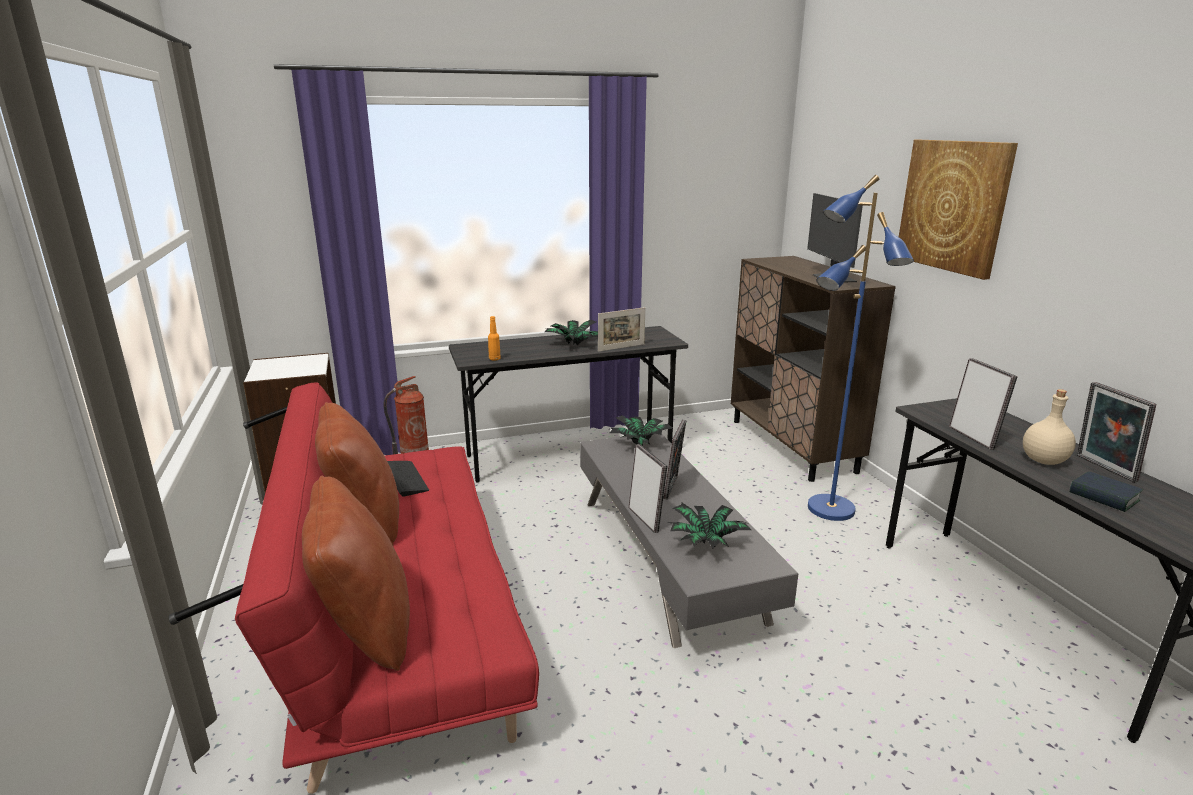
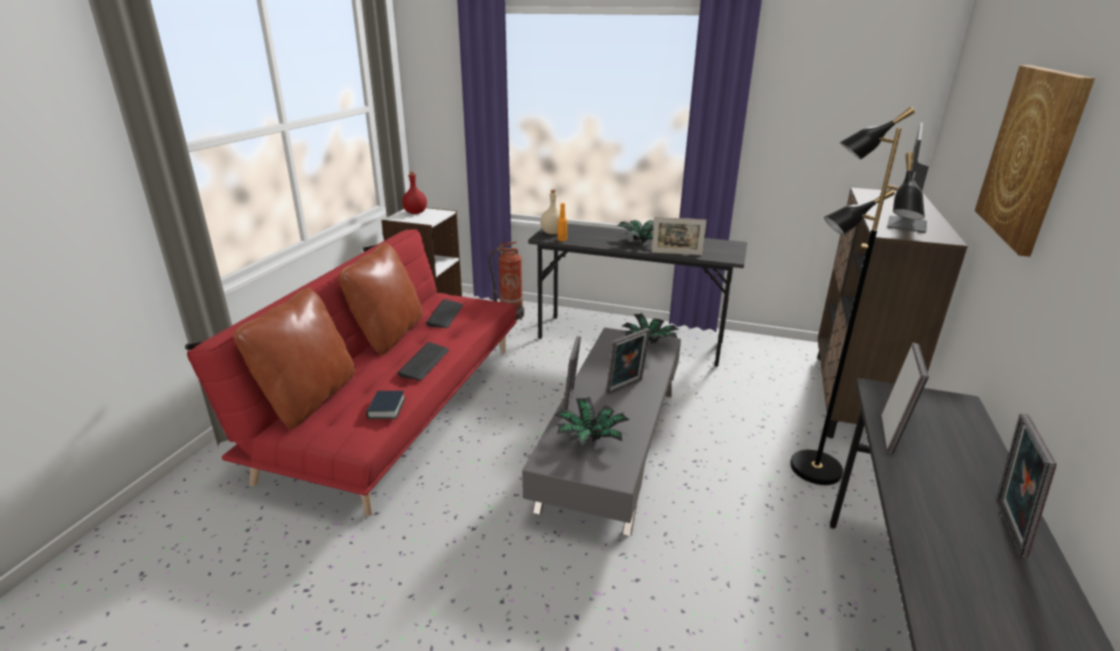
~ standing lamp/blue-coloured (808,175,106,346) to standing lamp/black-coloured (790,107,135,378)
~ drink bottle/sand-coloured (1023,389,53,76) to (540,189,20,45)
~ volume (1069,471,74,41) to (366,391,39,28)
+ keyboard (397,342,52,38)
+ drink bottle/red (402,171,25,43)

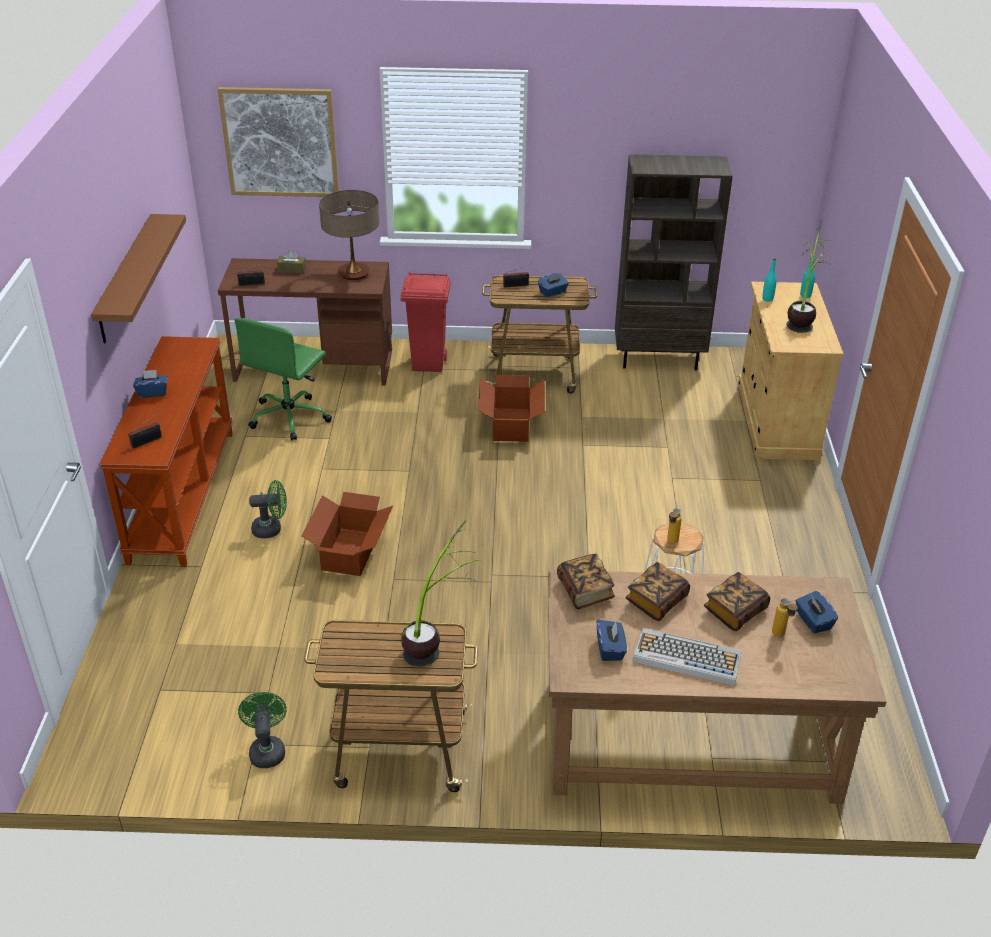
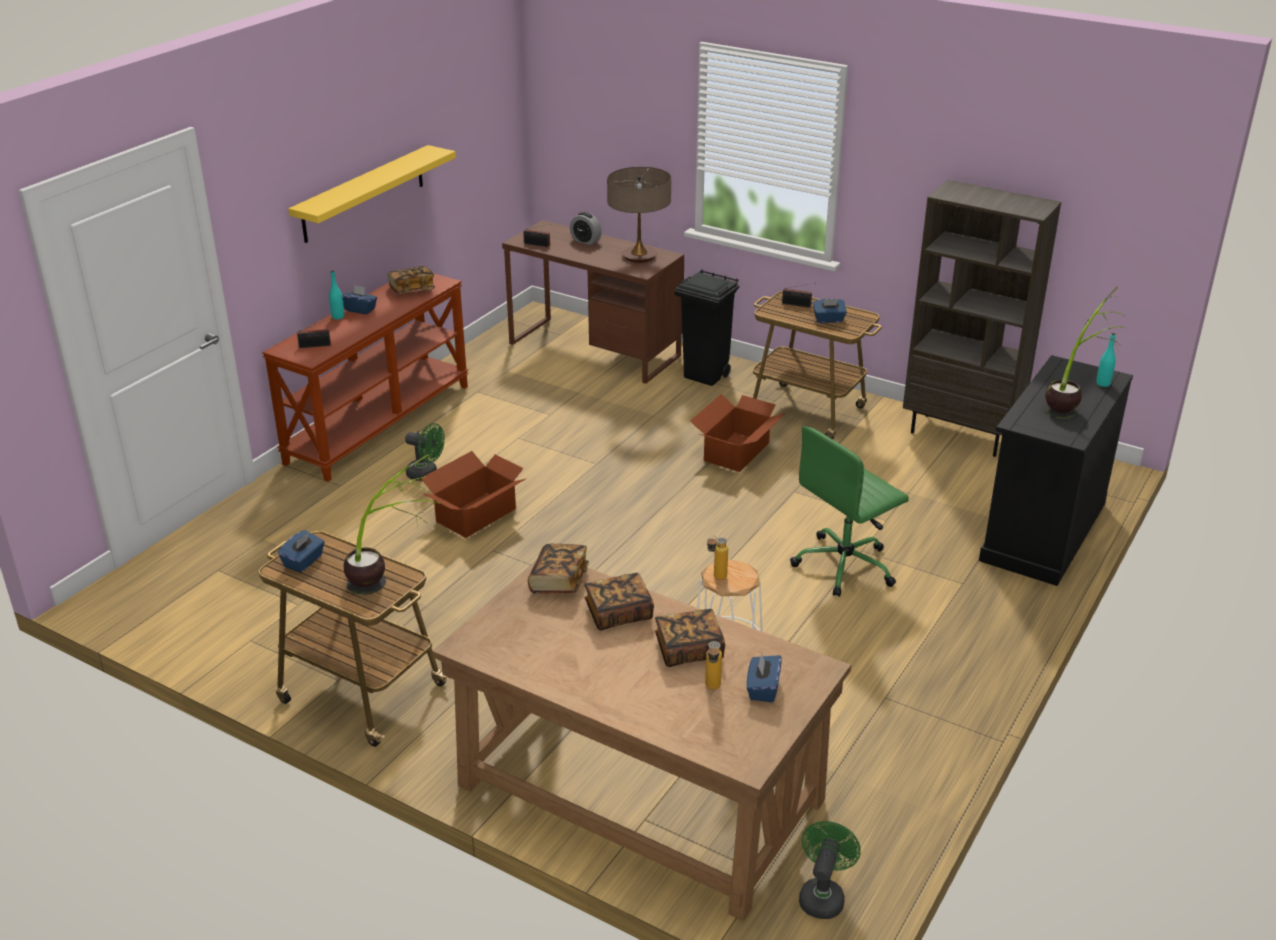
~ wall shelf/brown-coloured (91,214,95,129) to wall shelf/yellow (288,145,168,98)
- picture (218,87,121,110)
~ office chair/green-coloured (234,318,98,122) to (790,426,119,171)
~ cooling fan/green-coloured (238,692,49,76) to (799,821,62,98)
~ tissue holder/brown-coloured (277,250,29,24) to alarm clock (570,212,32,33)
~ waste bin/red (401,273,50,99) to waste bin/black-coloured (675,269,64,117)
~ tissue holder/blue-coloured (597,619,30,42) to (278,530,47,42)
- keyboard (632,628,110,58)
~ storage cabinet/sand-coloured (738,282,105,178) to storage cabinet/black-coloured (979,355,154,231)
~ drink bottle/blue-green (762,258,15,44) to (329,270,15,49)
+ volume (388,266,47,27)

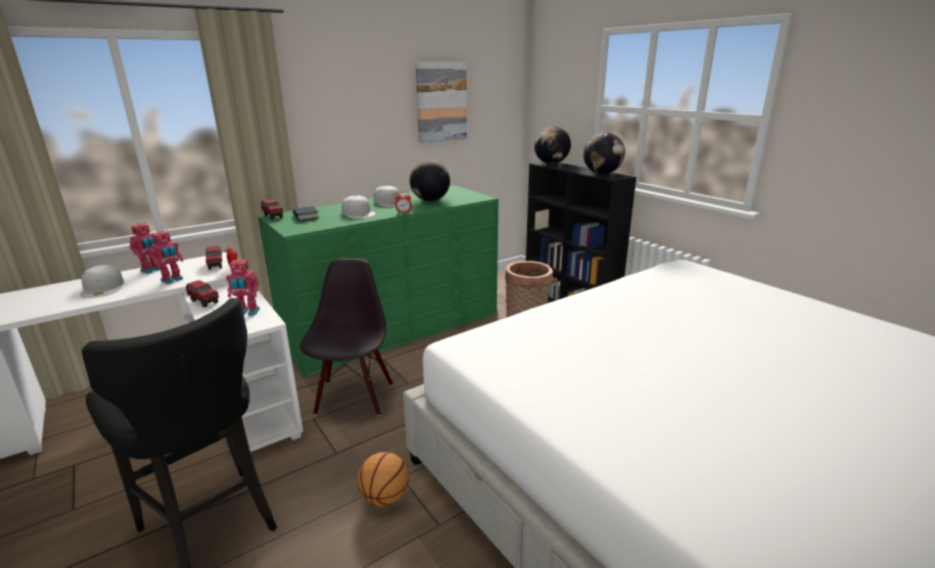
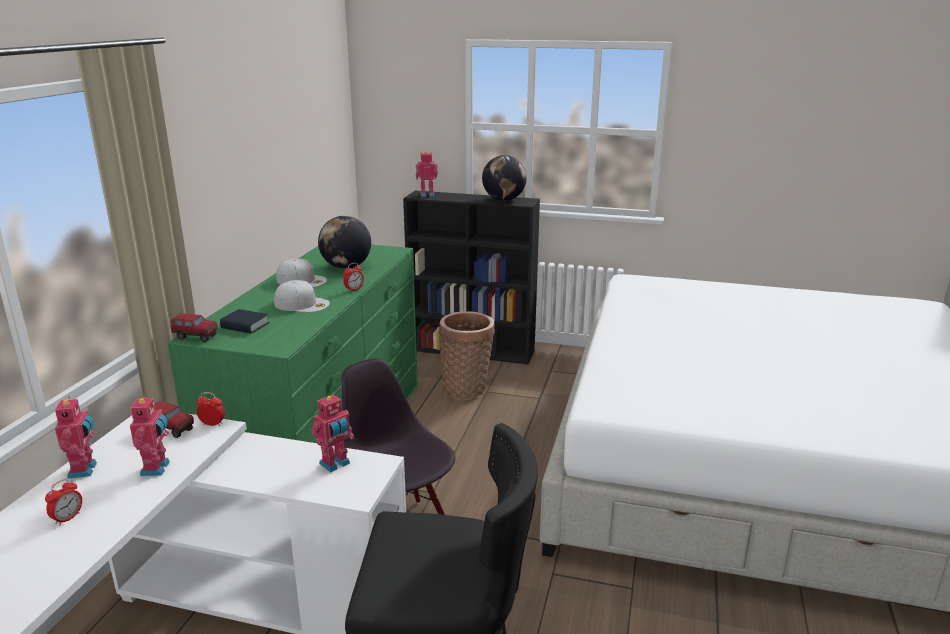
~ cap/white-coloured (80,265,44,33) to alarm clock (45,479,37,47)
- model truck (186,280,33,27)
- ball for basketball (357,452,52,55)
- picture (416,61,51,82)
~ globe (534,126,37,38) to robot figure (416,151,22,46)

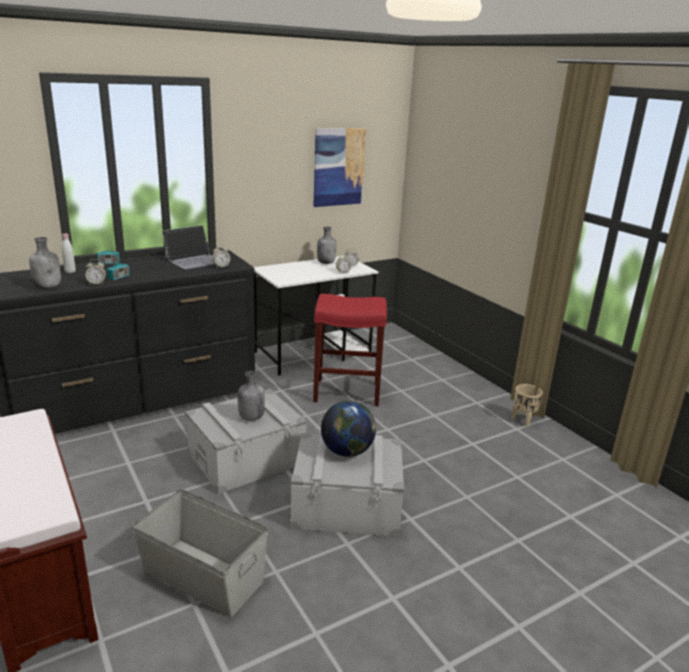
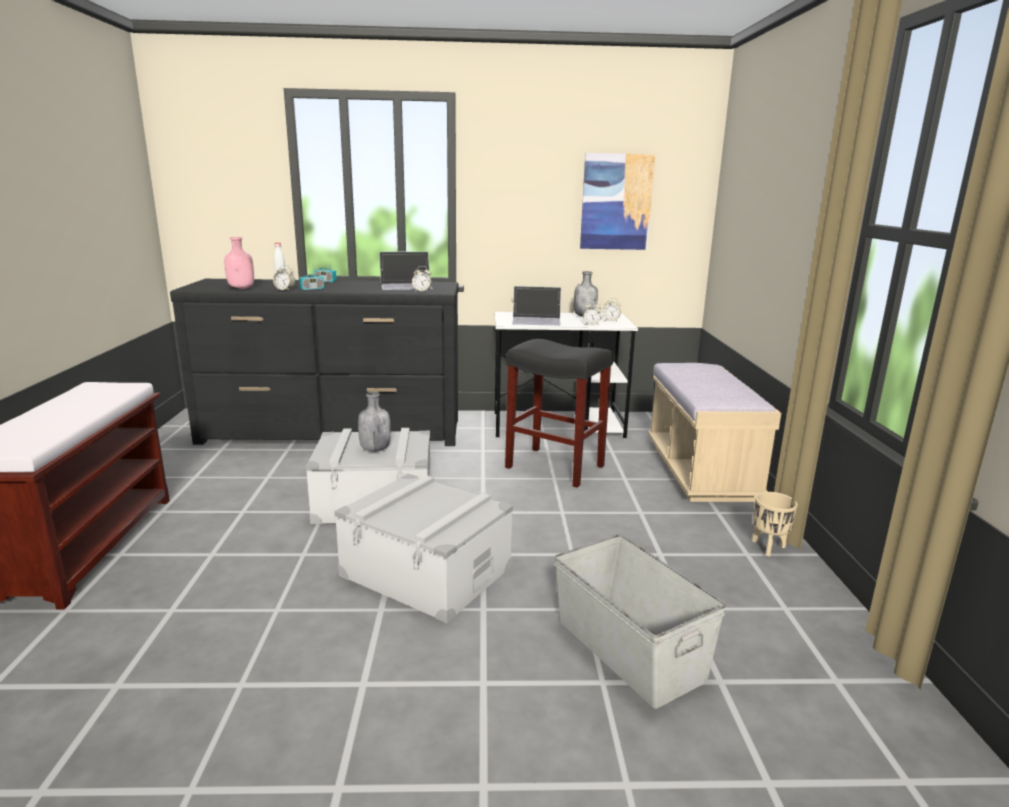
~ drink bottle/greyish (29,237,32,52) to drink bottle/pink (224,237,30,52)
~ storage bin/greyish (132,489,136,128) to (555,534,171,175)
~ stool seat/red (313,294,74,112) to stool seat/black-coloured (505,339,109,149)
- globe (321,401,55,56)
+ portable computer (512,286,49,40)
+ bench/sand-coloured (648,363,133,139)

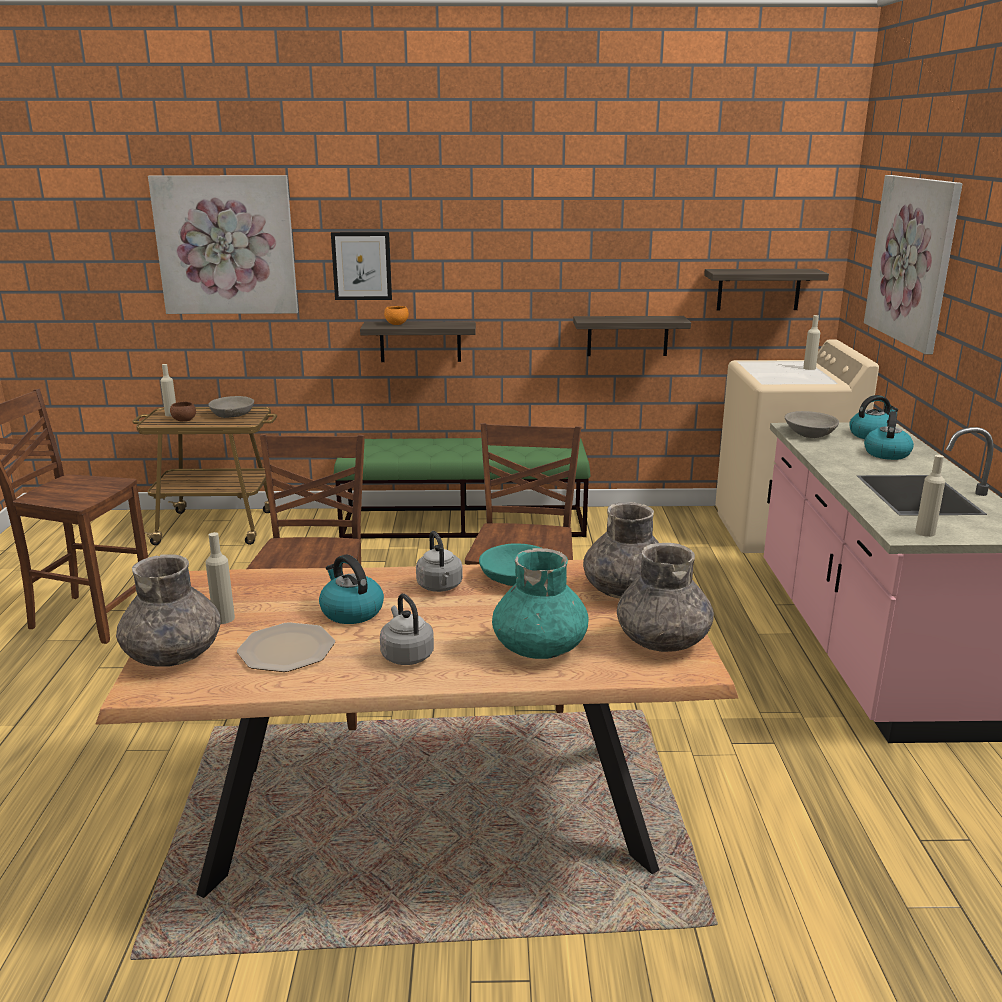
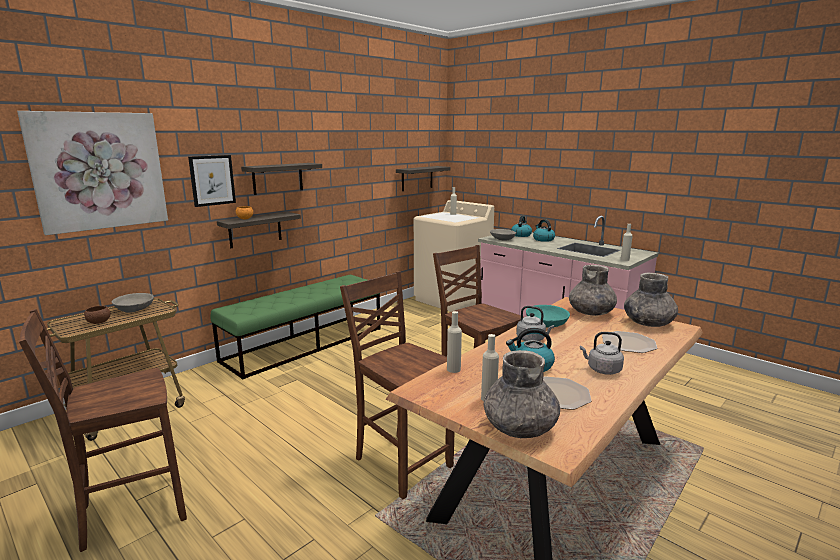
~ drink bottle/sand-coloured (160,364,16,53) to (447,311,15,62)
~ decorative vase/blue-green (492,548,97,111) to plate (602,331,55,22)
~ wall shelf (573,316,118,40) to (241,163,81,32)
- picture (864,175,99,179)

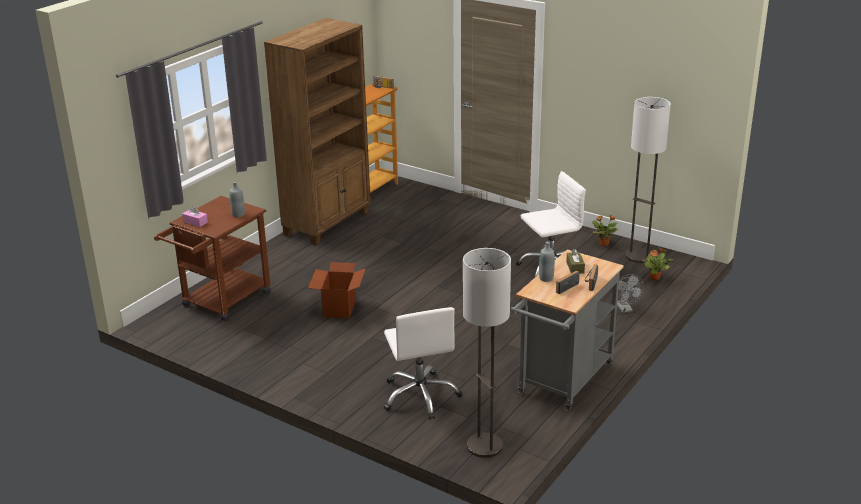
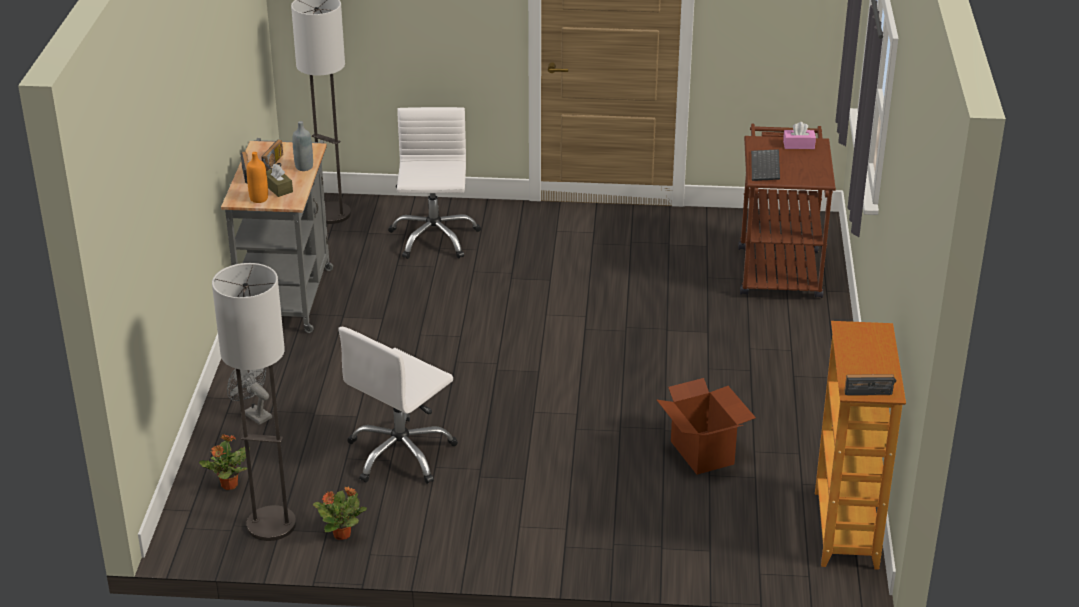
~ drink bottle/greyish (230,182,15,35) to keyboard (751,149,29,32)
- bookcase/brown-coloured (264,18,107,228)
~ packing box (308,262,58,57) to (656,378,100,97)
~ office chair/white-coloured (384,307,78,113) = (388,107,93,152) 45 degrees clockwise
+ drink bottle/orange-coloured (247,152,21,51)

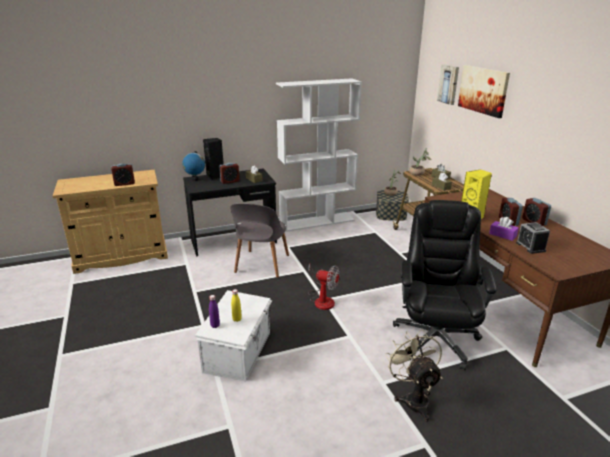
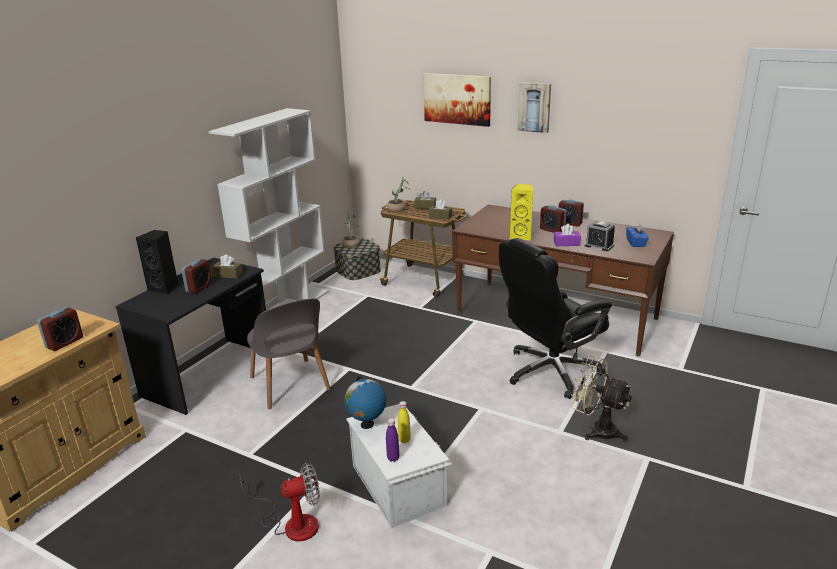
~ globe (182,151,23,30) to (345,376,41,53)
~ cooling fan (308,264,32,46) to (239,462,81,79)
~ office chair/black-coloured (393,200,104,170) = (499,238,113,161) 90 degrees counterclockwise
~ picture (437,65,22,40) to (518,82,33,51)
+ tissue holder/blue-coloured (626,224,23,23)

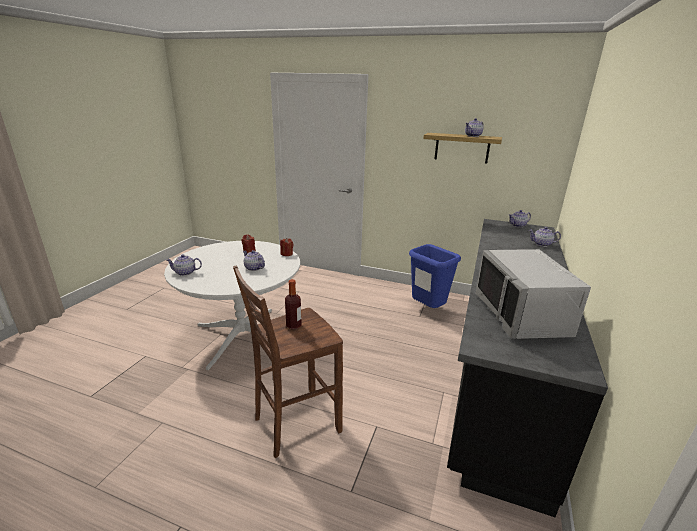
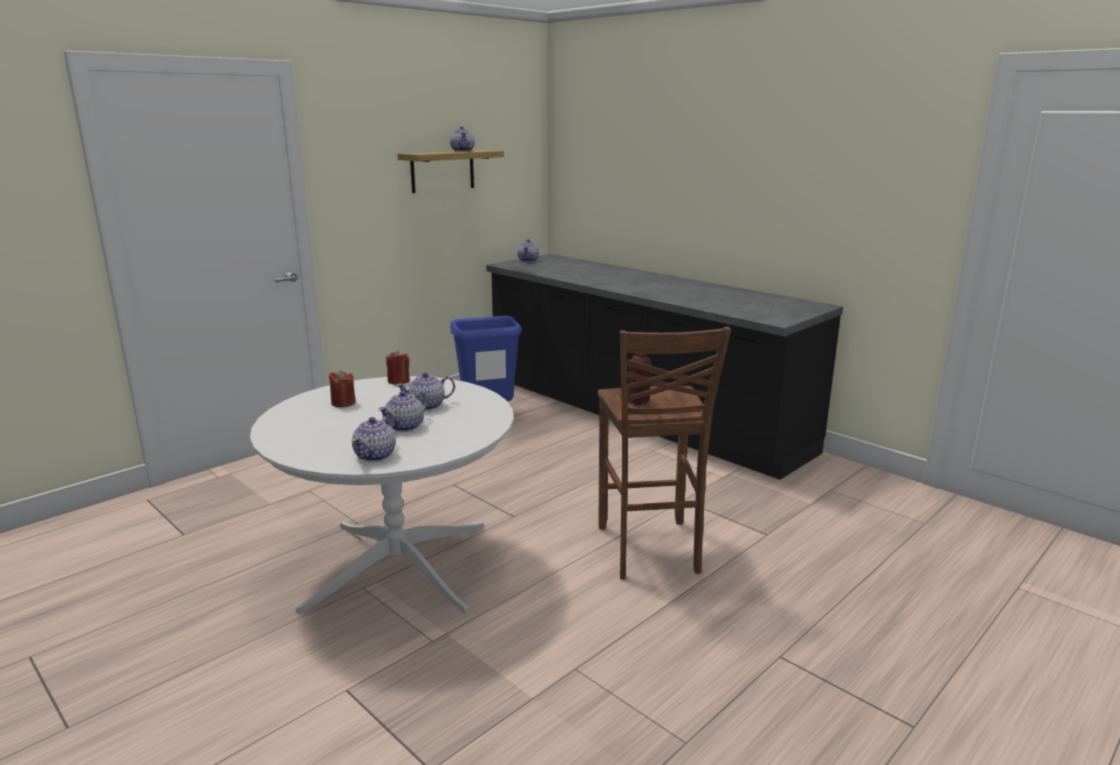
- microwave/greyish (476,249,115,90)
~ tea pot (529,227,32,20) to (378,391,49,41)

